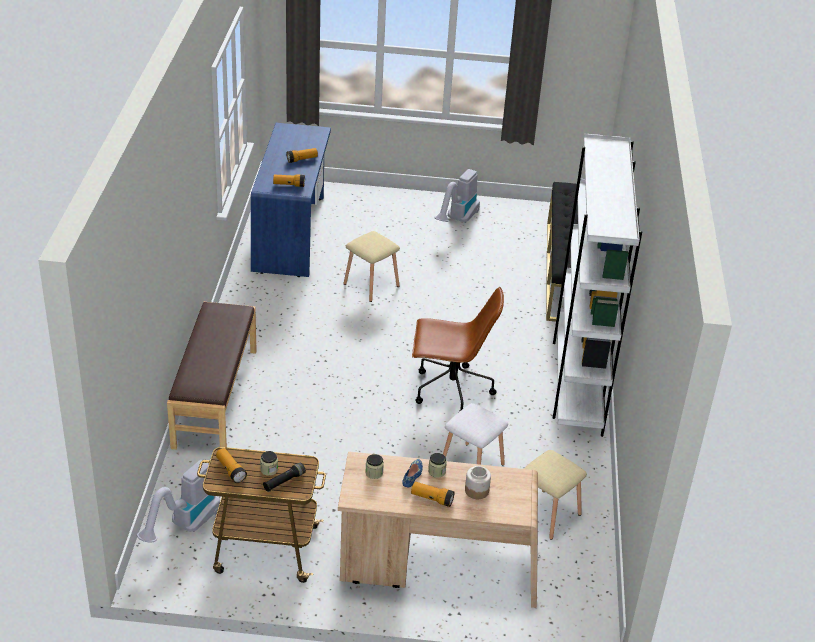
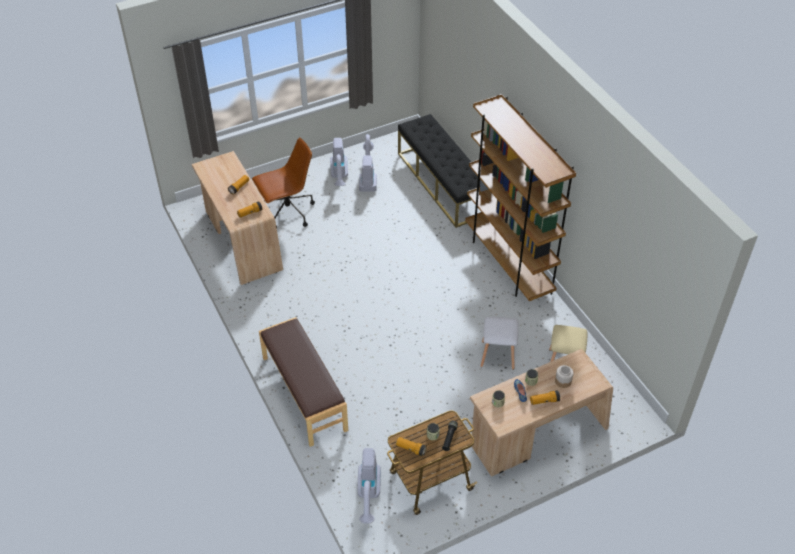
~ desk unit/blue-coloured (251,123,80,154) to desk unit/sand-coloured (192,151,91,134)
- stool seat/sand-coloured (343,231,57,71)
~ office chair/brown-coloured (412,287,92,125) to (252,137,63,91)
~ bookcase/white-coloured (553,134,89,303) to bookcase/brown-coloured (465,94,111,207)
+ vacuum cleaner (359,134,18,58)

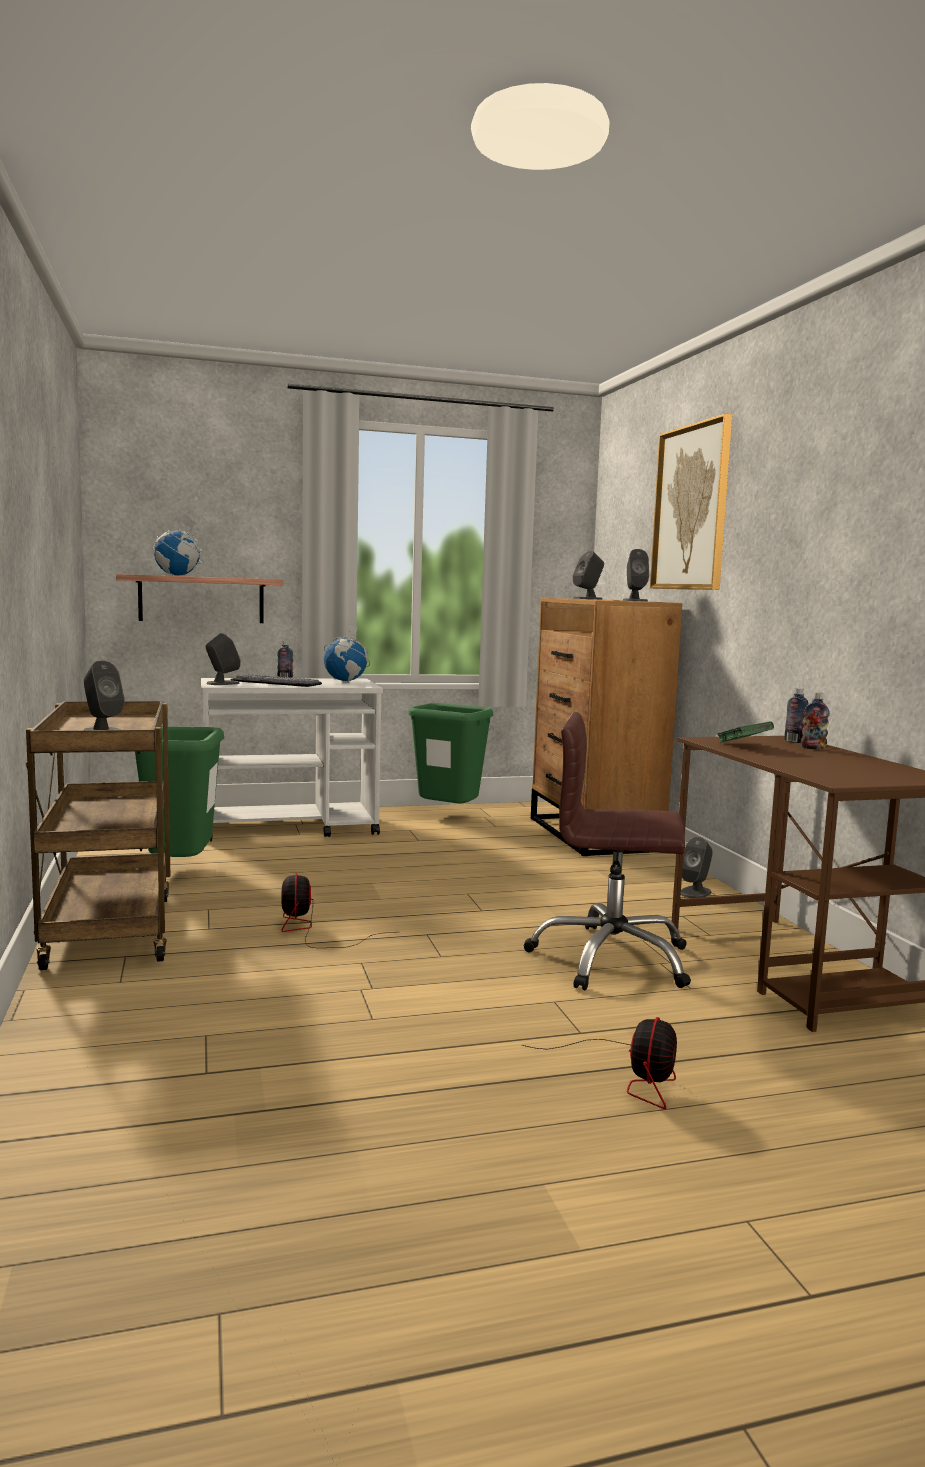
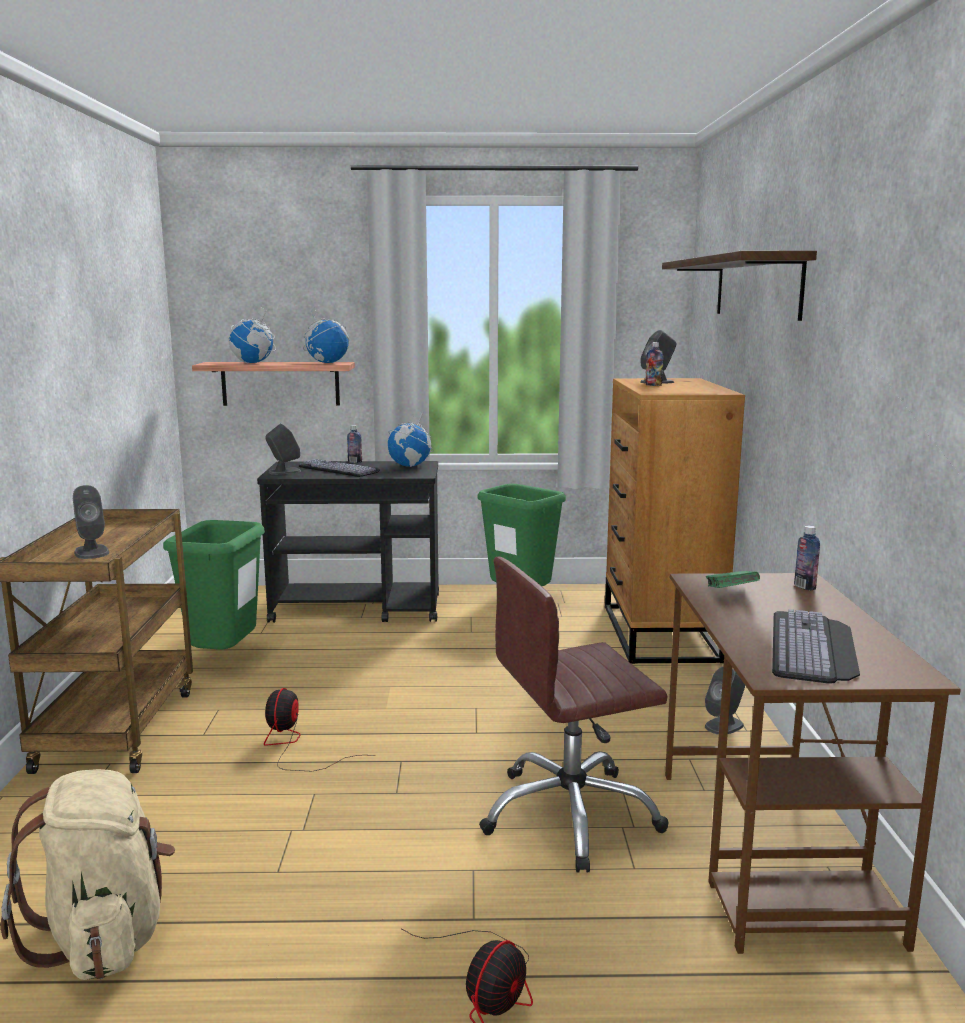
~ trolley/white-coloured (201,678,182,164) to trolley/black-coloured (257,461,182,162)
~ office chair/brown-coloured (524,712,167,278) = (479,557,190,316) 45 degrees counterclockwise
- speaker/greyish (623,549,26,53)
~ picture (650,414,82,176) to wall shelf (662,251,155,70)
~ drink bottle (801,692,29,58) to (645,342,18,44)
+ backpack/sand-coloured (1,769,174,211)
+ globe (303,306,46,57)
+ keyboard (772,609,88,74)

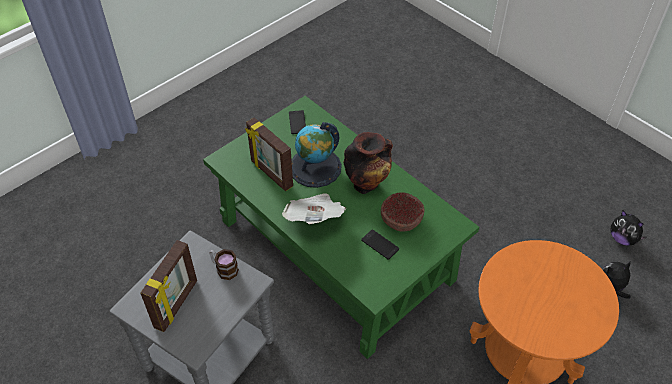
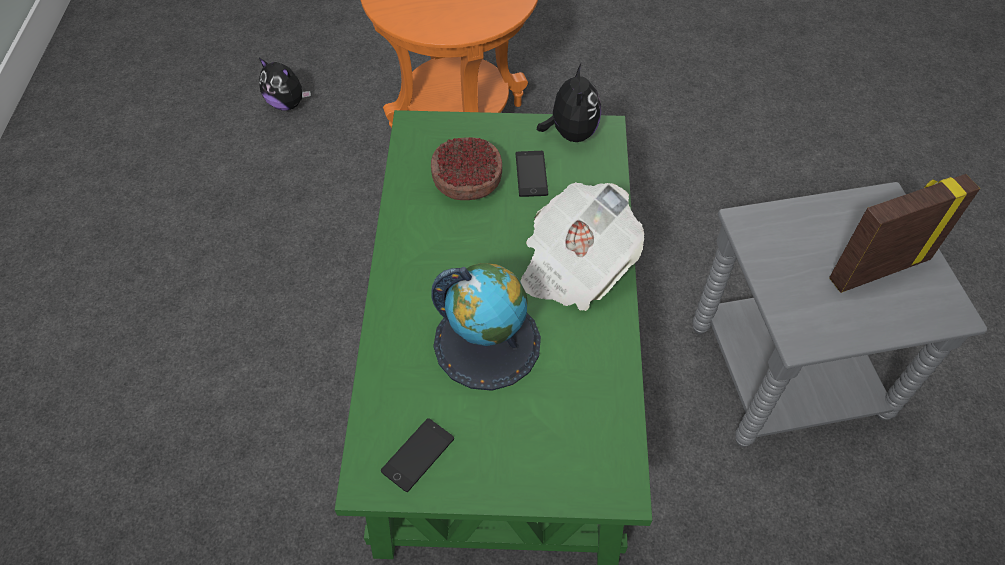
- coffee mug (209,249,30,31)
- picture frame (245,117,48,74)
- decorative vase (343,132,50,62)
~ plush toy (610,211,36,35) to (537,64,64,78)

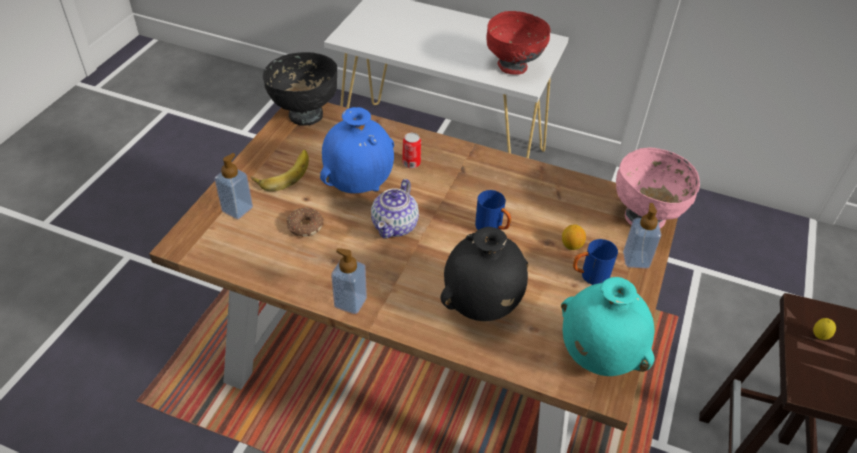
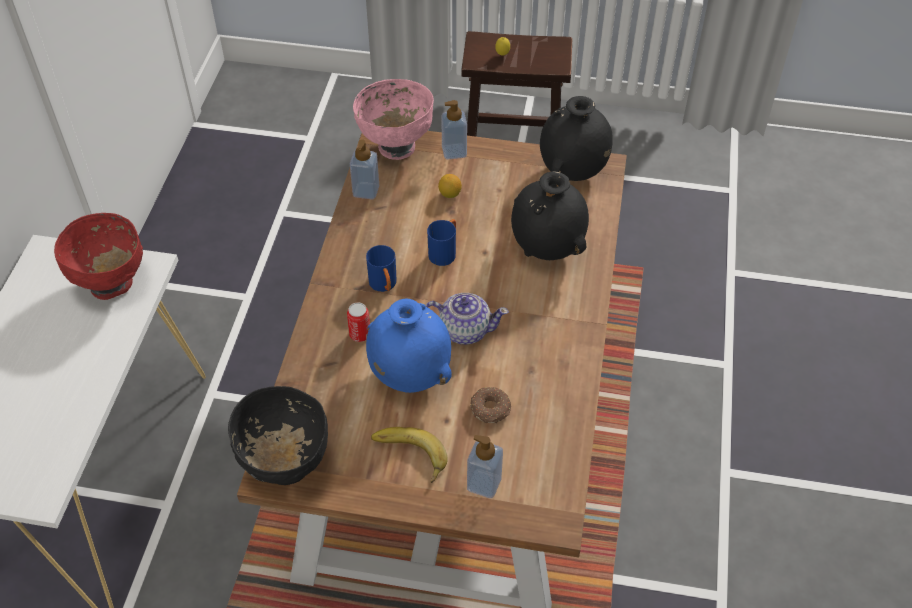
~ soap bottle (331,248,36,66) to (350,140,29,59)
~ decorative vase/blue-green (561,277,94,99) to decorative vase/black-coloured (540,96,73,85)
~ coffee mug/blue-coloured (573,239,45,46) to (366,245,31,47)

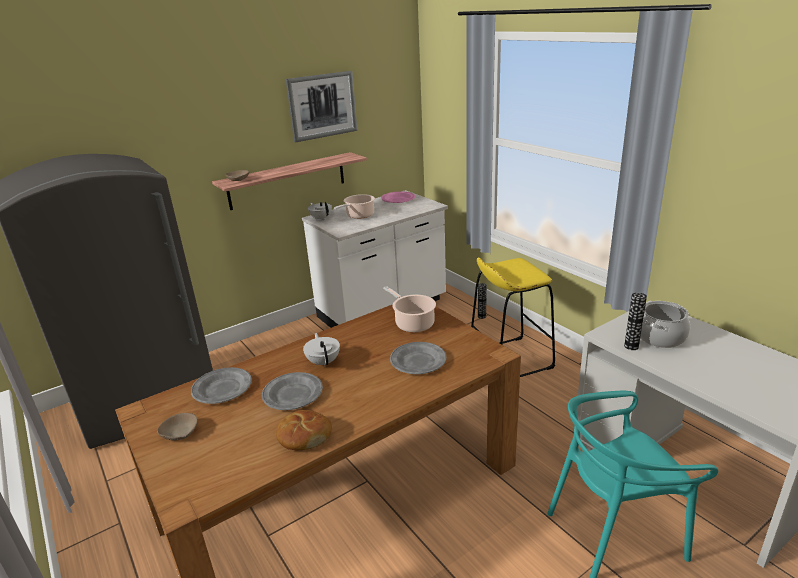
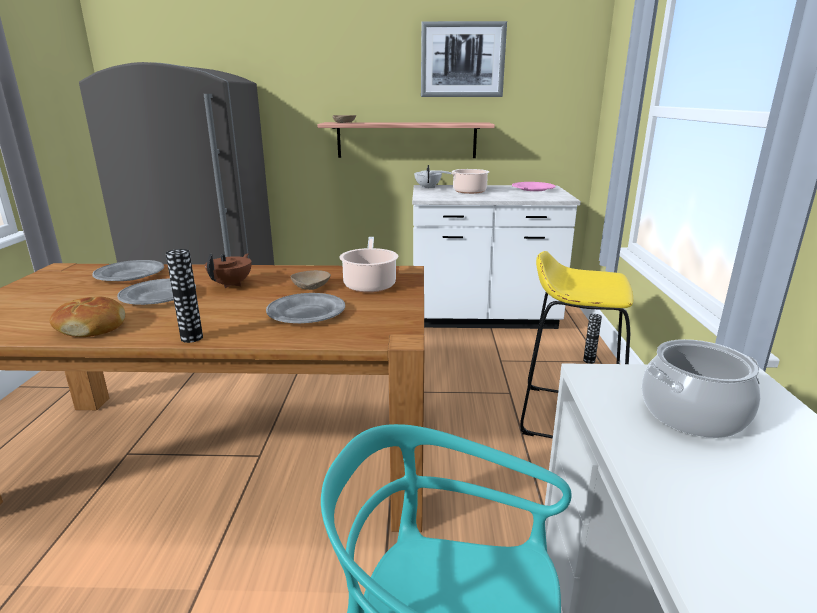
~ serving bowl/sand-coloured (157,413,40,28) to (290,270,41,20)
~ tea pot/white-coloured (303,333,37,34) to tea pot/brown-coloured (205,253,47,35)
~ decorative vase (624,293,23,57) to (166,249,37,94)

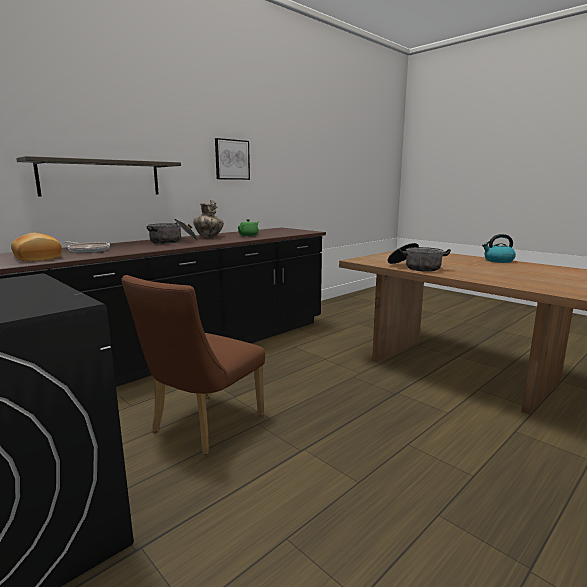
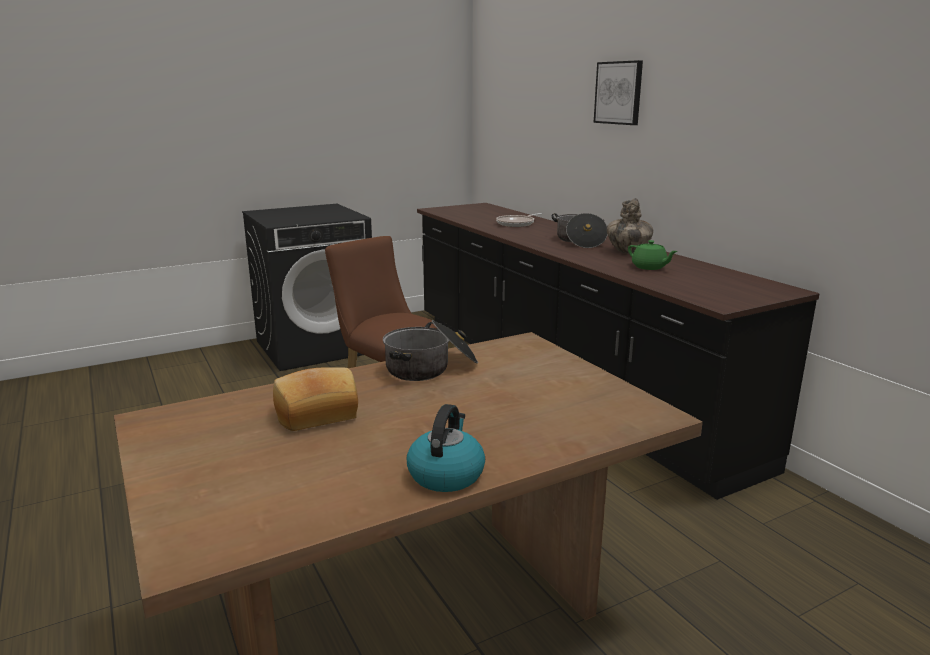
~ baked bread (11,233,51,28) to (273,367,85,64)
- wall shelf (16,156,165,41)
~ picture (215,138,35,42) to (594,60,49,65)

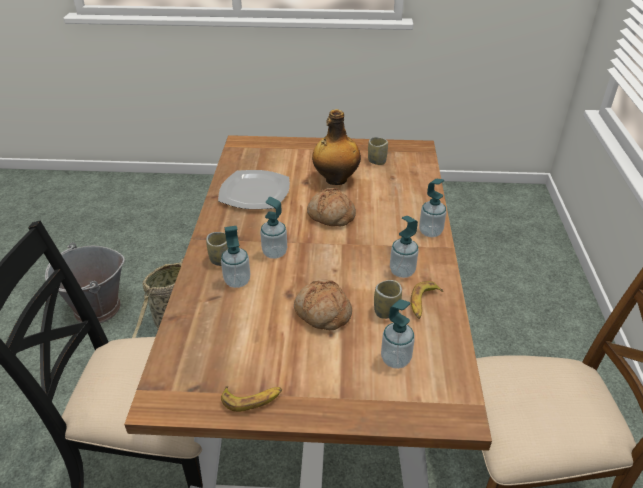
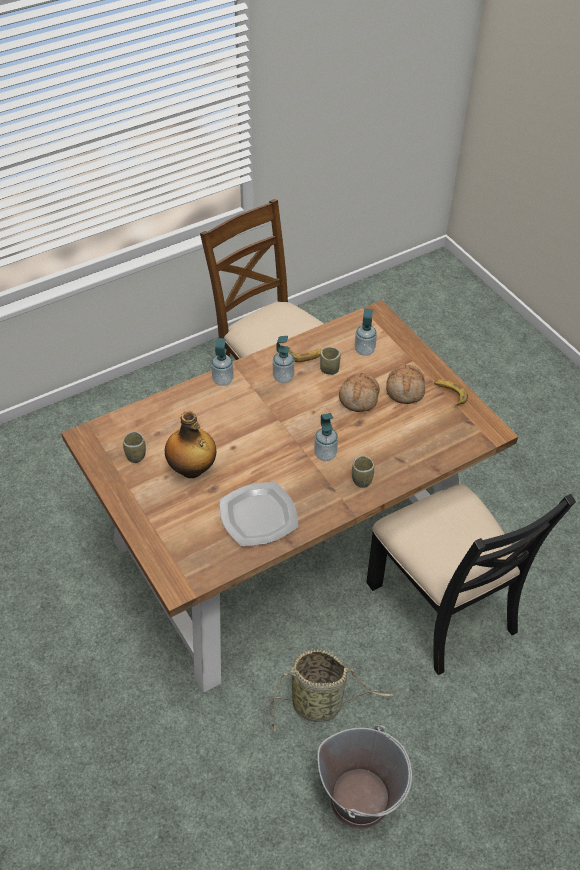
- soap bottle (221,226,29,62)
~ baked bread (307,188,49,38) to (386,365,39,39)

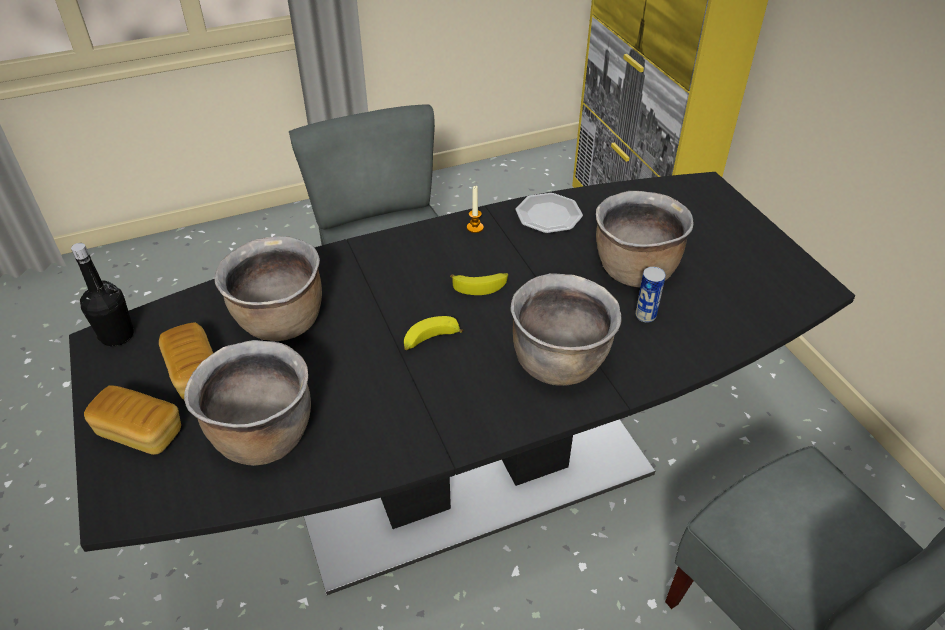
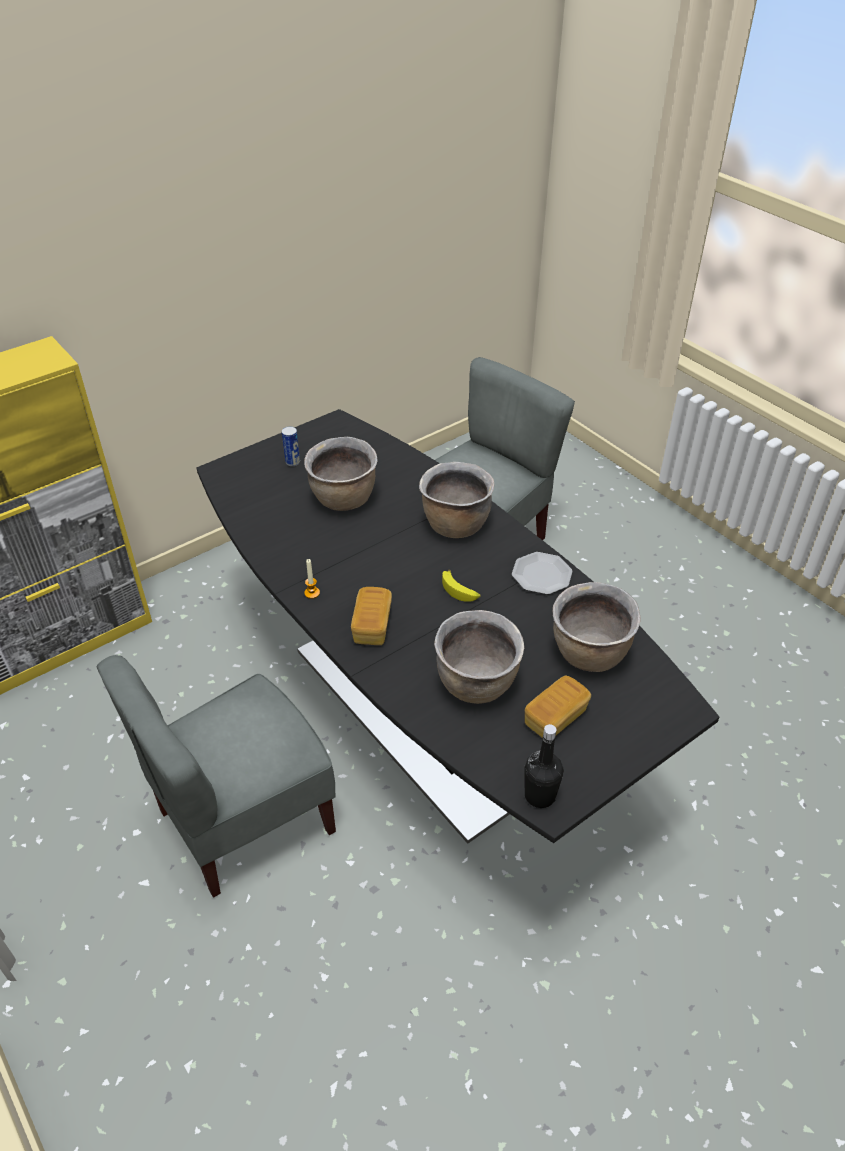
~ baked bread (84,385,97,70) to (351,587,41,58)
- whole banana (450,273,58,22)
~ plate (515,193,68,41) to (512,552,61,43)
~ metal can (635,267,31,55) to (282,426,18,40)

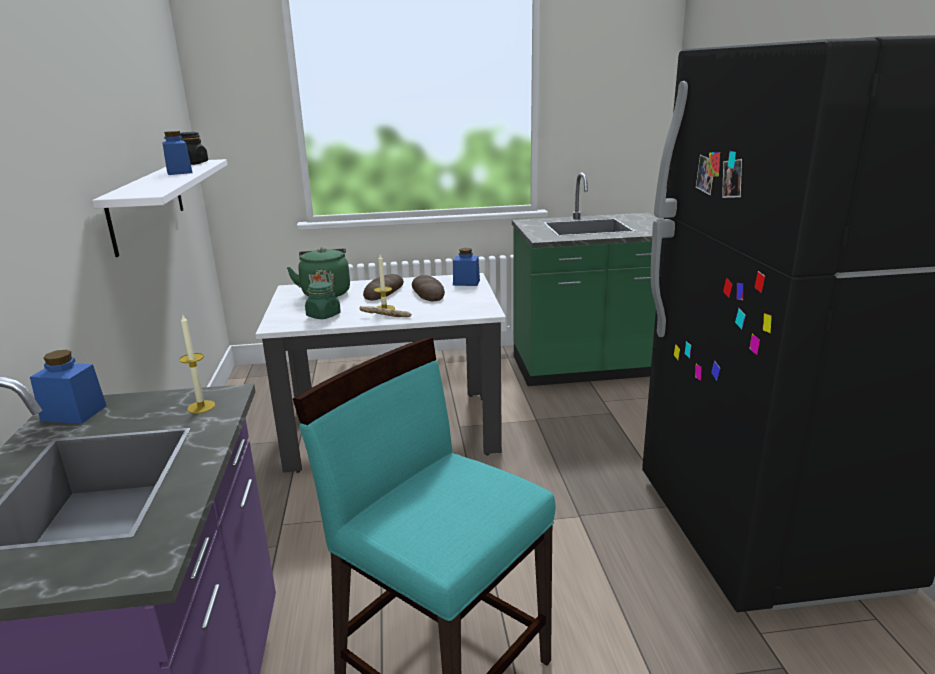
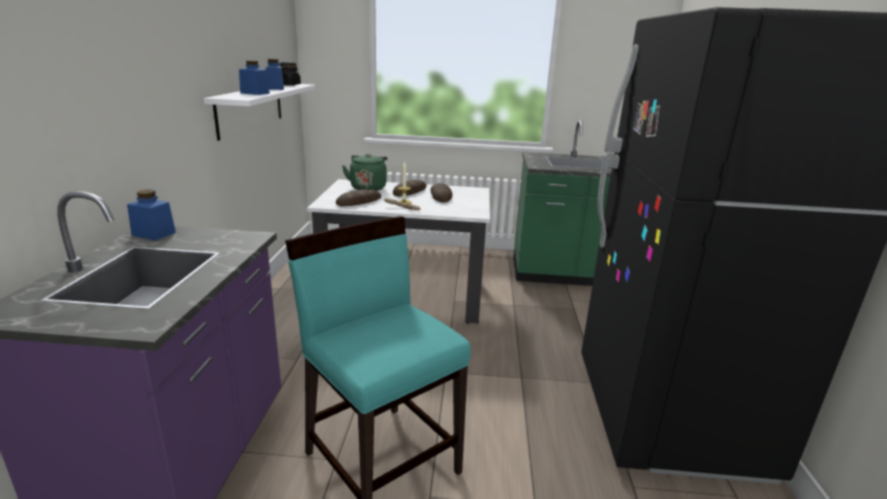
- wax light (179,315,36,99)
~ preserve jar/green-coloured (305,281,36,38) to baked bread (336,189,45,17)
~ preserve jar/blue-coloured (453,248,27,38) to (239,61,31,34)

